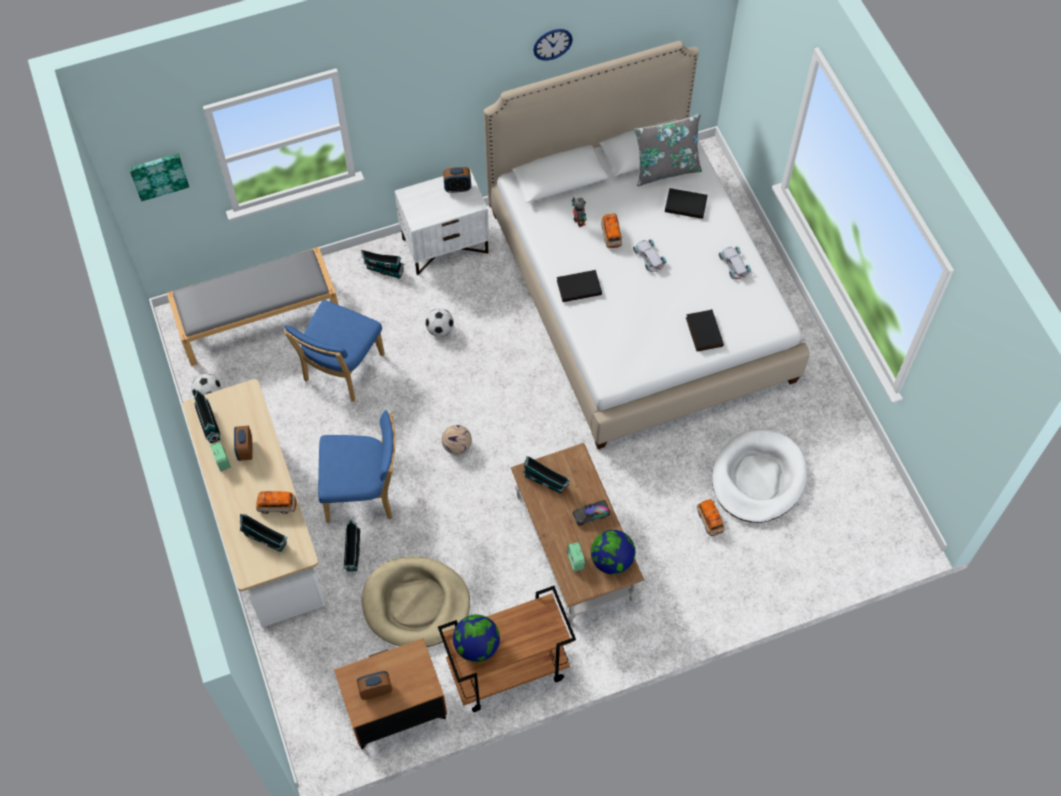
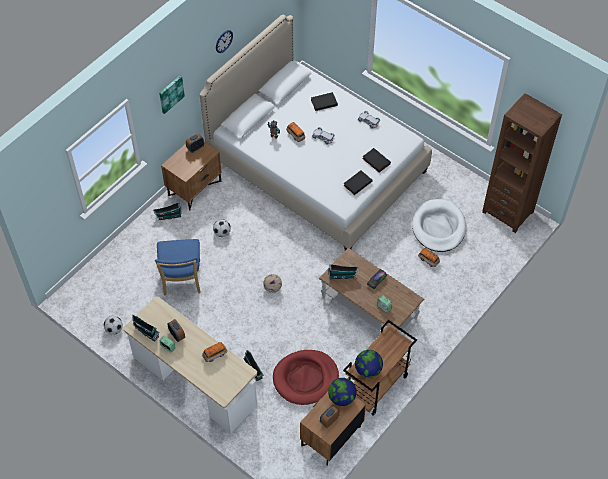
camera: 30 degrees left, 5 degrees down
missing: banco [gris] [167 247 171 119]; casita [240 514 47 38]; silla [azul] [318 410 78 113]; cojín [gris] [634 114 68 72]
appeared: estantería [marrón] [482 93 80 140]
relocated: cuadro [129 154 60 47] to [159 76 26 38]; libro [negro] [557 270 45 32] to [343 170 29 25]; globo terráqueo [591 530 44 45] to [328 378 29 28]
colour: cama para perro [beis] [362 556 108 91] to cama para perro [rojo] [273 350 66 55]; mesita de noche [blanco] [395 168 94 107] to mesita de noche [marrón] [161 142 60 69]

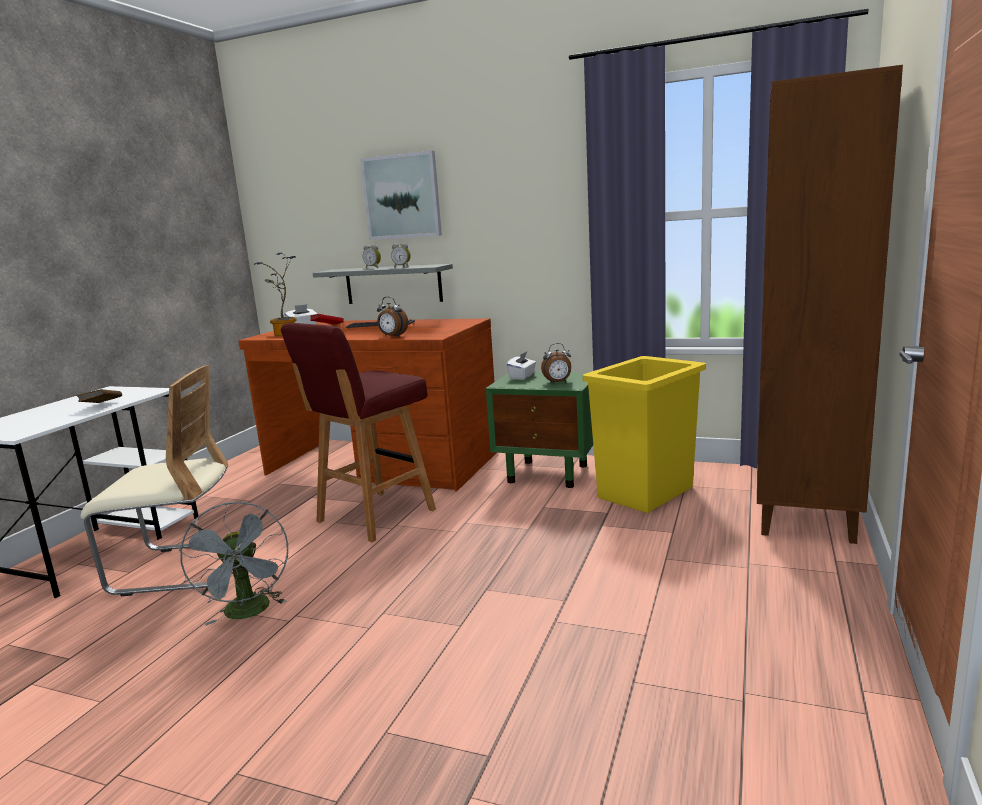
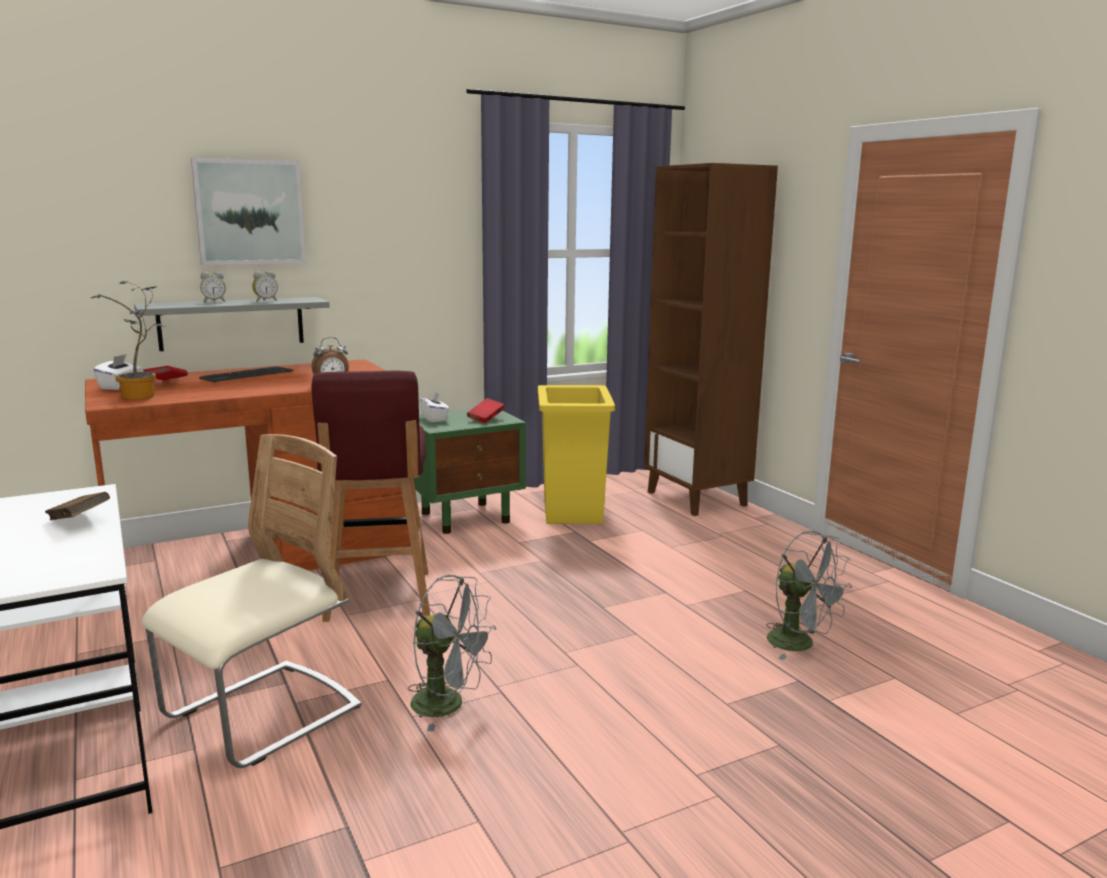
camera: 50 degrees left, 0 degrees up
appeared: ventilador [gris] [766 531 86 129]
exchanged: despertador [541 343 30 41] to libro [rojo] [467 398 37 25]

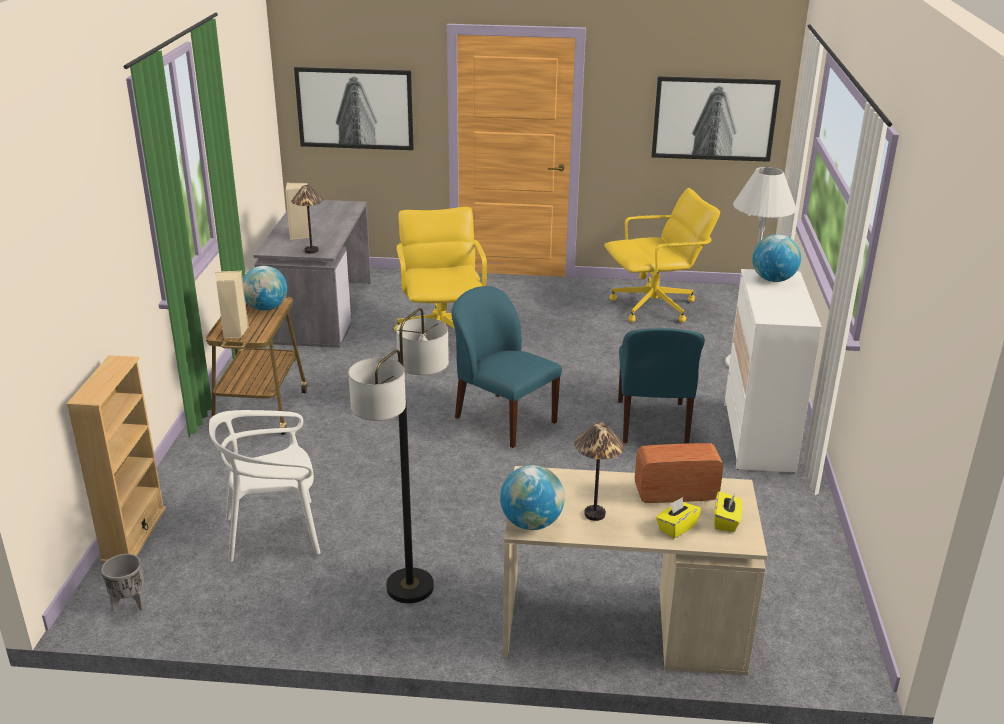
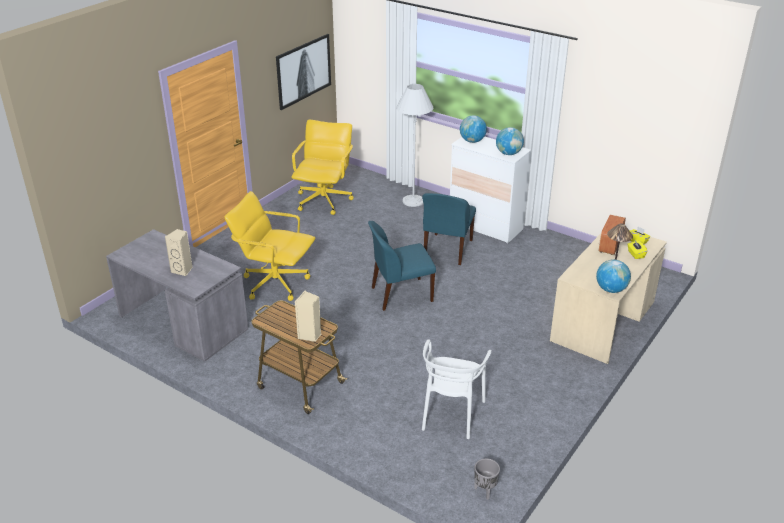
camera: 60 degrees left, 5 degrees up
missing: estantería [beis] [66 355 100 208]; lámpara de mesa [291 185 32 69]; cuadro [294 67 120 83]; lámpara de pie [348 308 101 295]
relocated: globo terráqueo [243 266 44 45] to [496 127 28 28]
spun: silla [azul] [618 328 87 116] = [422 193 54 72] 75 degrees clockwise

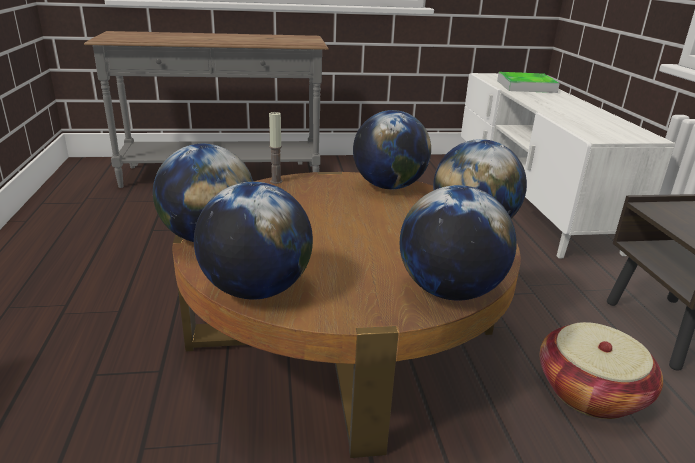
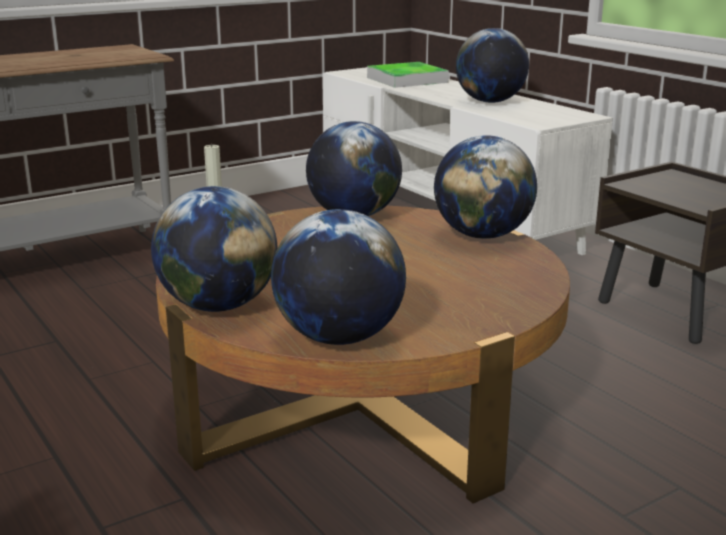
camera: 25 degrees left, 5 degrees down
missing: cesta [539 322 124 97]
relocated: globo terráqueo [400 185 117 116] to [456 28 73 75]

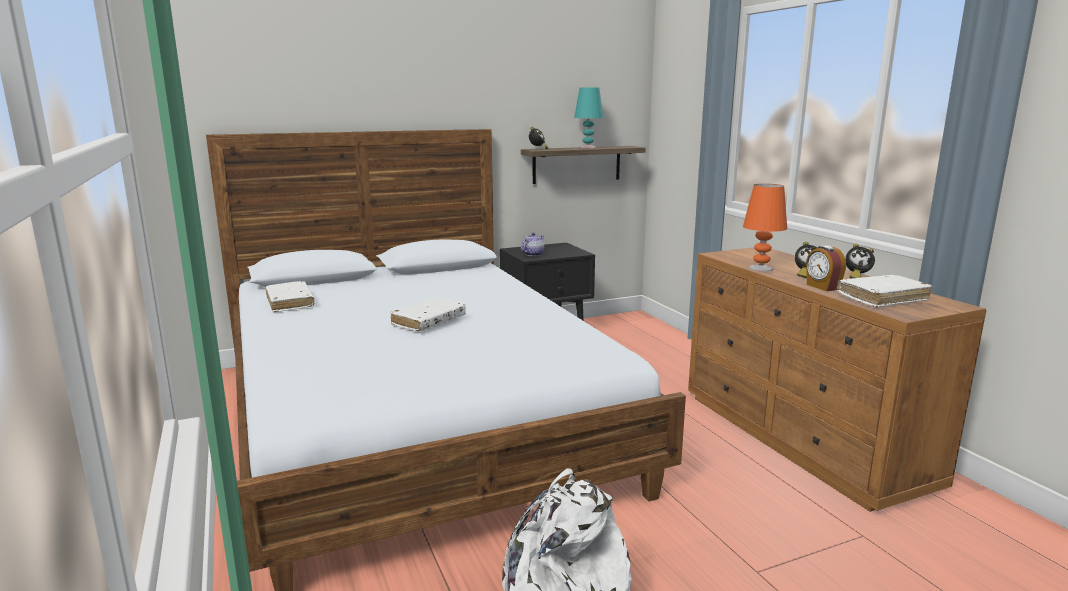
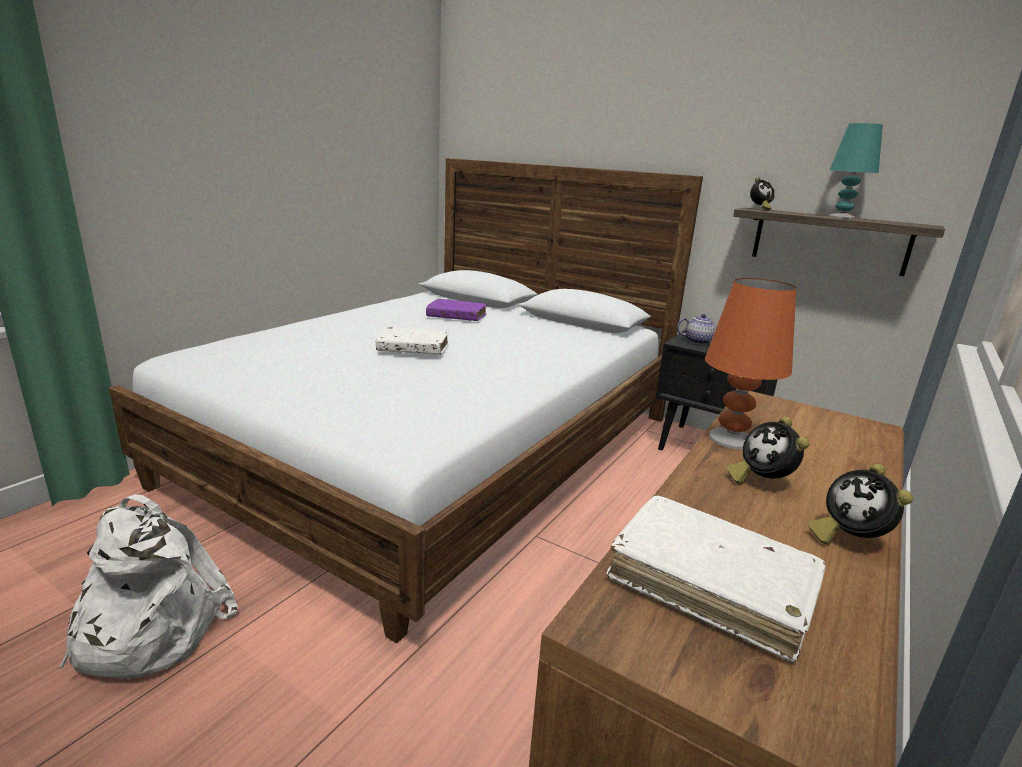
camera: 55 degrees right, 5 degrees up
missing: libro [blanco] [266 281 49 31]; despertador [806 246 40 45]
appeared: libro [morado] [426 299 61 22]

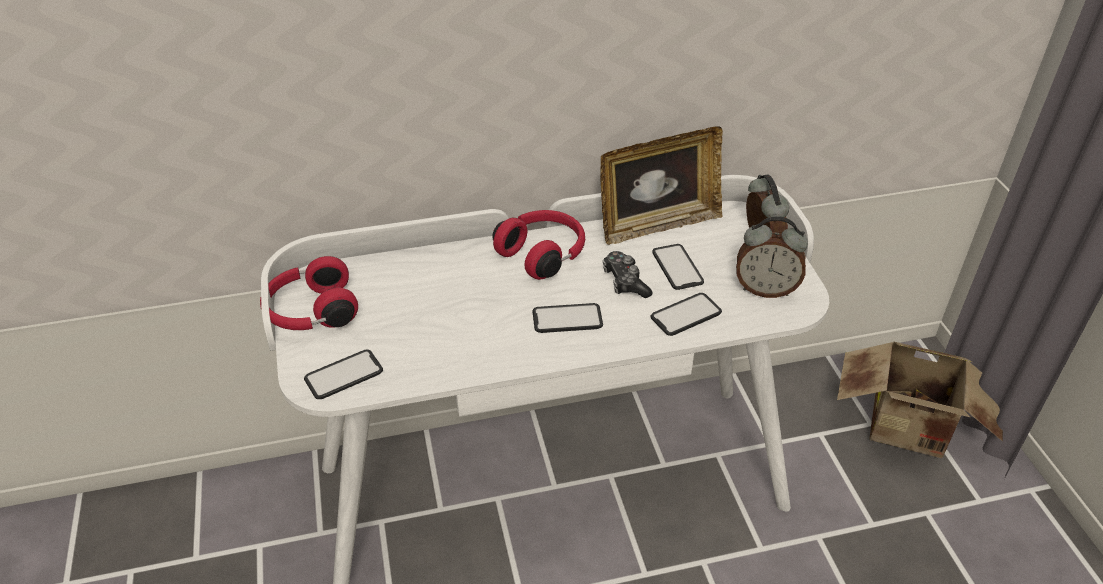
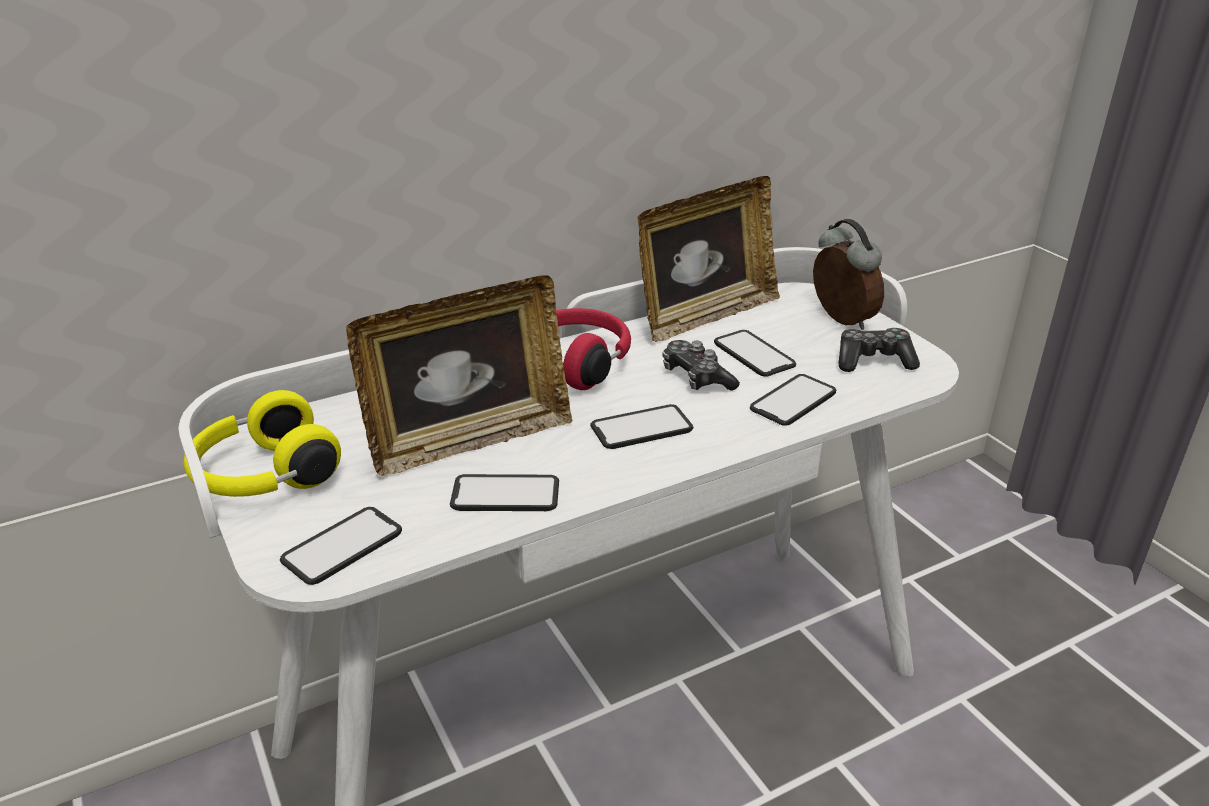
camera: 15 degrees left, 10 degrees down
missing: caja de cartón [837 342 166 116]
appeared: portarretratos [346 275 226 201]; móvil [450 474 109 37]
exchanged: despertador [736 216 72 82] to mando de consola [839 328 81 44]
colour: auriculares [rojo] [260 256 98 74] to auriculares [amarillo] [184 390 157 107]

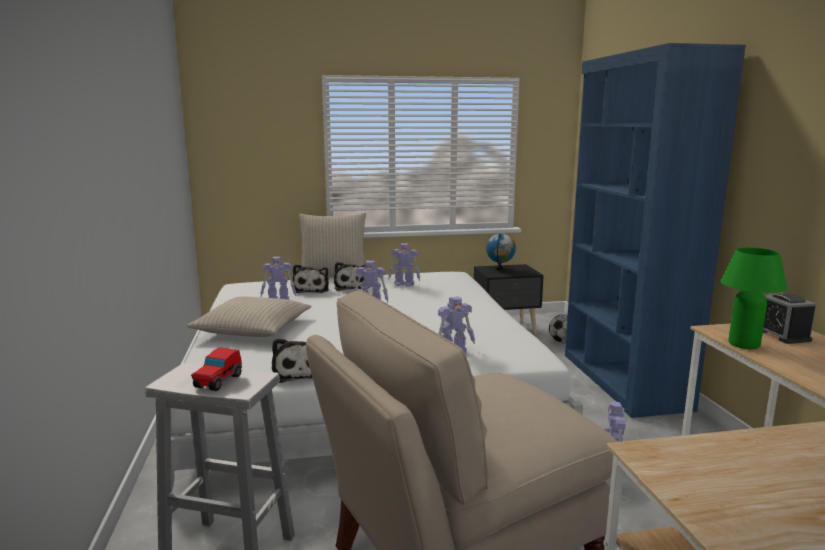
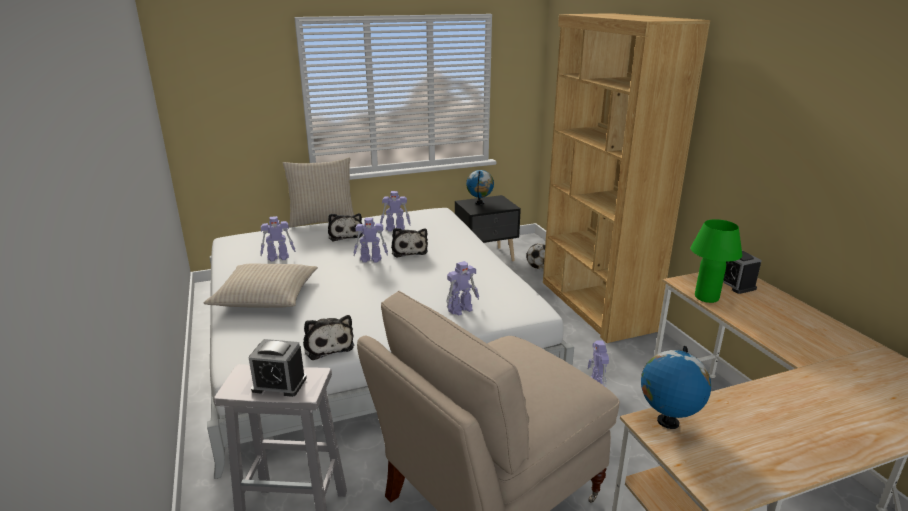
camera: 10 degrees left, 10 degrees up
appeared: globo terráqueo [641 346 70 83]
relocated: peluche [293 264 36 29] to [391 228 37 30]
exchanged: coche de juguete [191 348 51 43] to despertador [249 339 58 58]
colour: estantería [azul] [565 43 181 375] to estantería [marrón] [543 13 167 330]

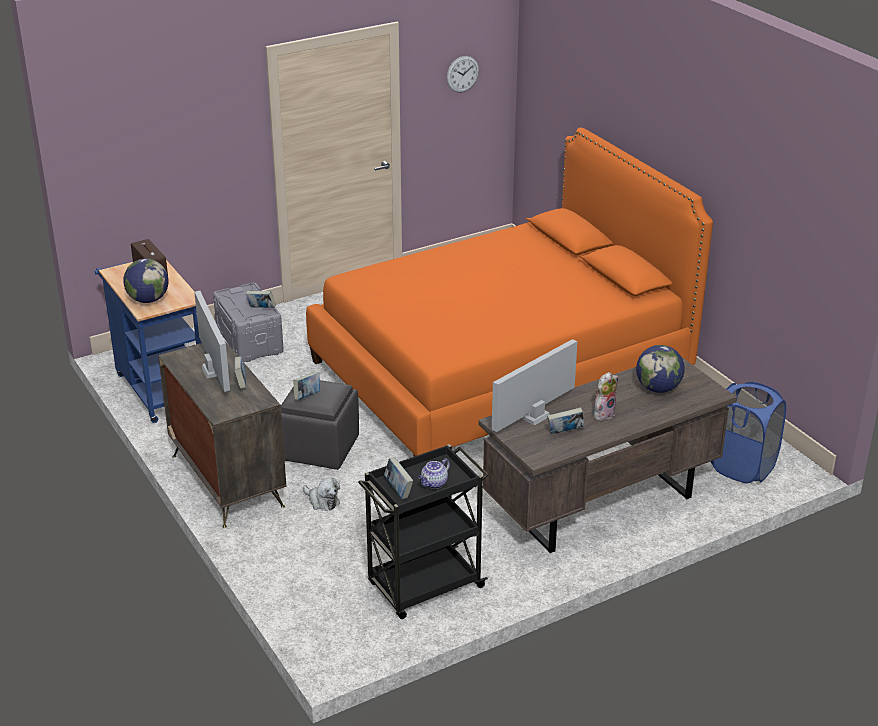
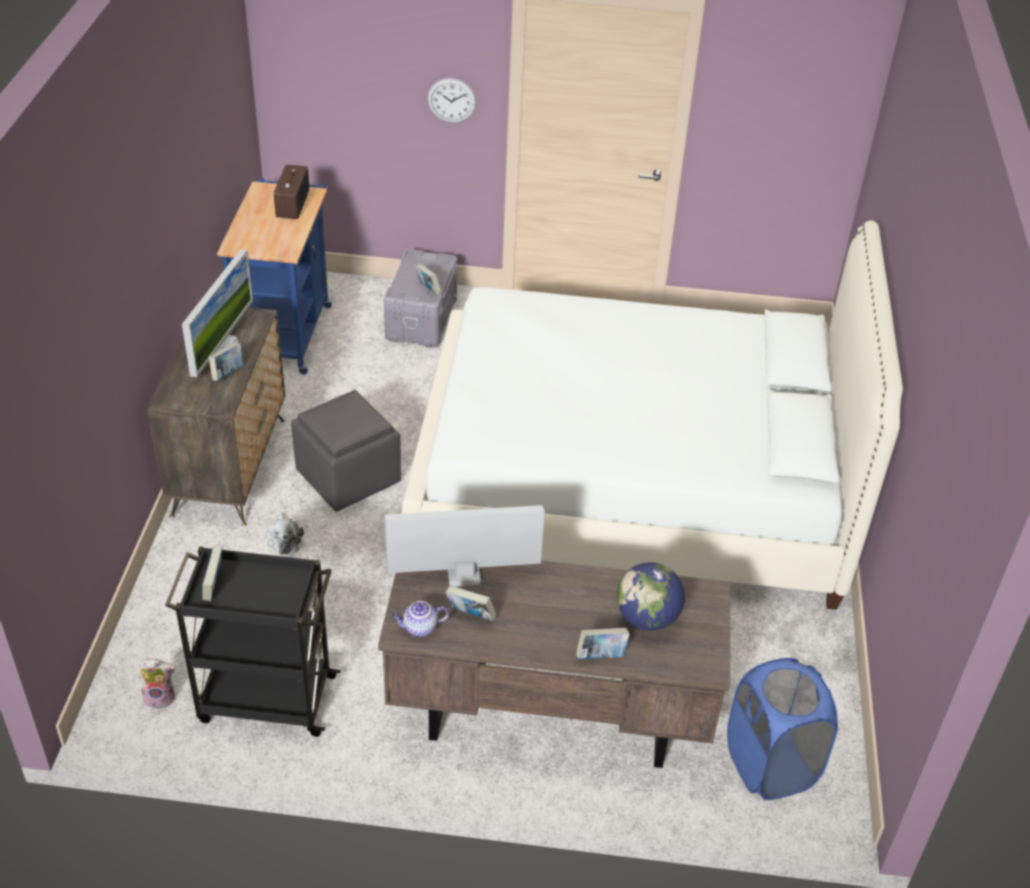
camera: 35 degrees right, 10 degrees up
missing: globo terráqueo [123 259 46 44]
relocated: libro [293 372 27 28] to [576 628 54 31]; tetera [419 458 31 31] to [392 601 57 36]; reloj de pared [447 56 32 37] to [427 78 49 45]; peluche [593 372 25 48] to [139 658 36 51]
colour: cama [naranja] [306 127 407 329] to cama [blanco] [402 221 501 389]

